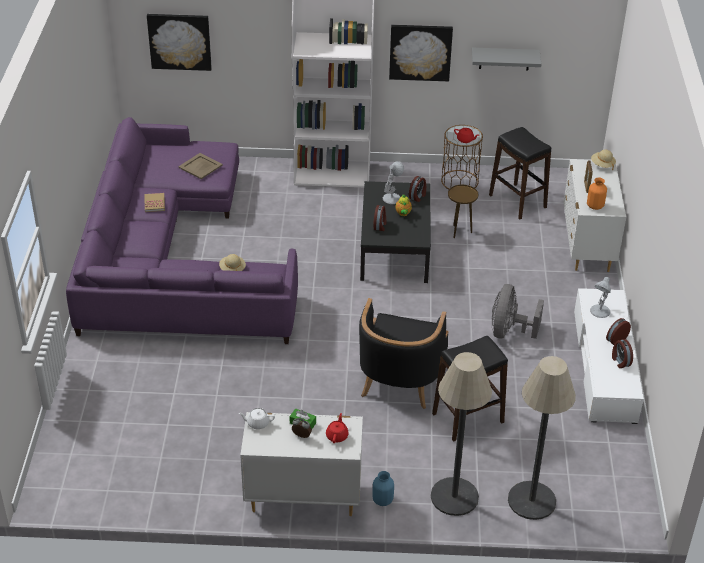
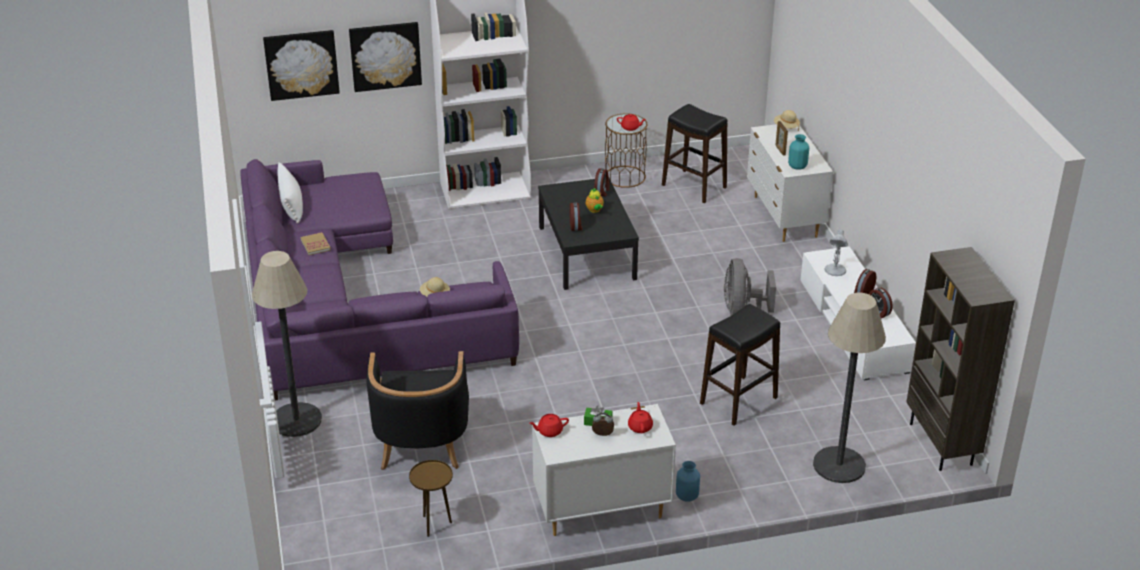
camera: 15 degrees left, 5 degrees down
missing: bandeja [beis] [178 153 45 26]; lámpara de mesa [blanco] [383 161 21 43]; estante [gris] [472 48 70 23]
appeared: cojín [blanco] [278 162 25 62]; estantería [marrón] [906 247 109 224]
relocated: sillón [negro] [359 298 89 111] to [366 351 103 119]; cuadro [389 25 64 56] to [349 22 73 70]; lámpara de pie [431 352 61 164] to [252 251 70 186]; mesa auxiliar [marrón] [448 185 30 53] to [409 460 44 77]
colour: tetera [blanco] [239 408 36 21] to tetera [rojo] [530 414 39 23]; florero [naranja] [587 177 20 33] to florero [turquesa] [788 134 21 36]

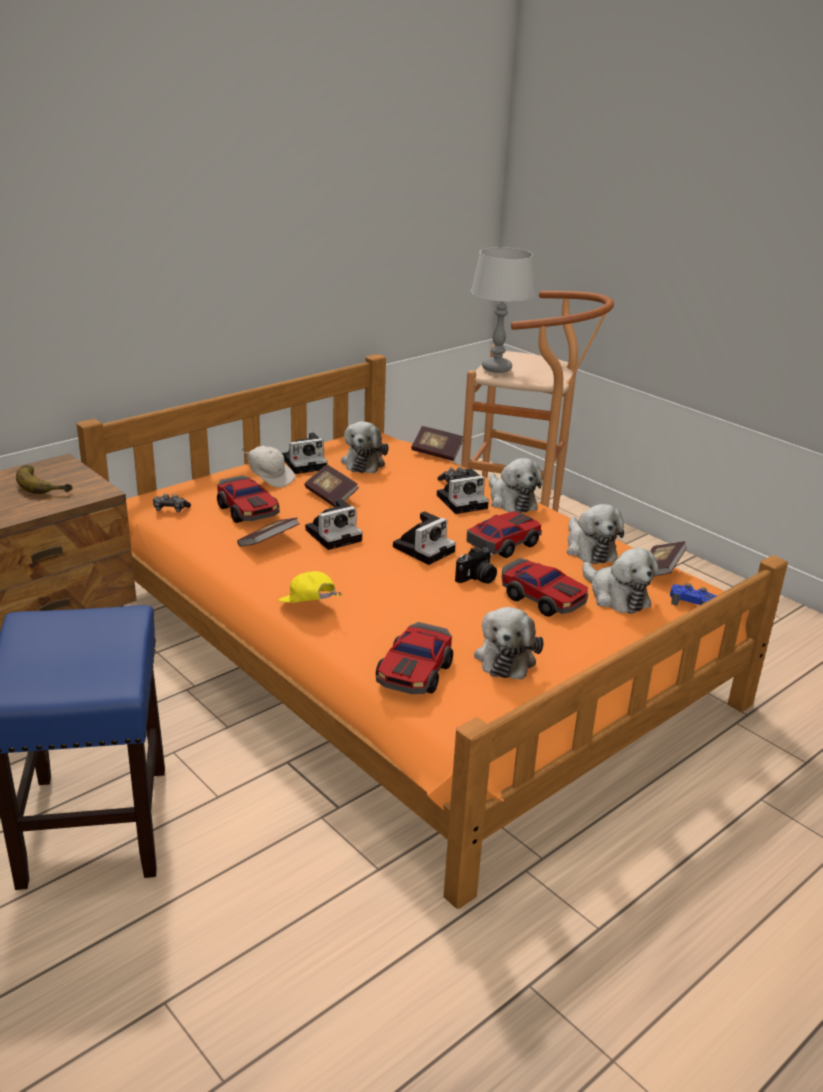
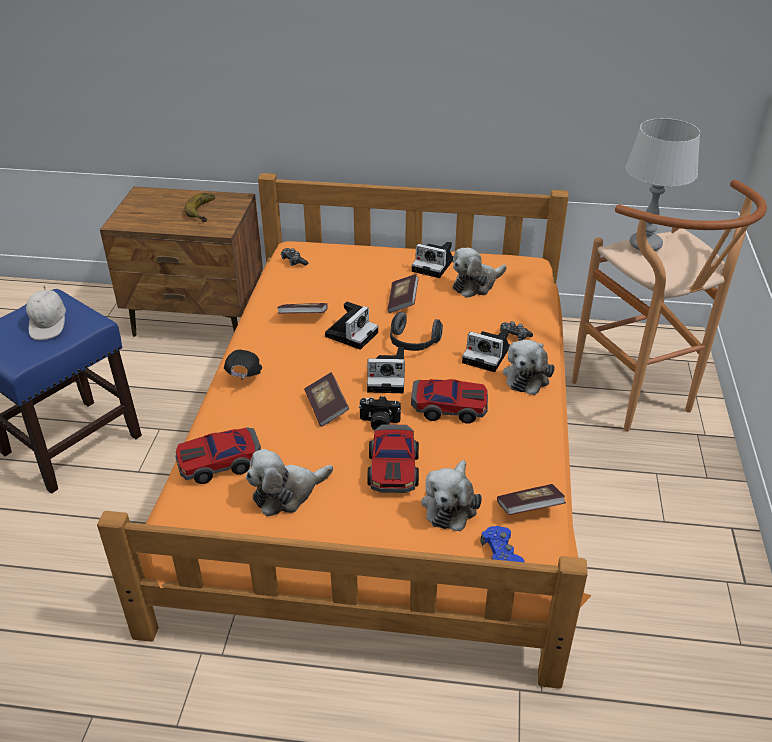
camera: 50 degrees right, 10 degrees up
missing: coche de juguete [217 475 63 48]; peluche [567 504 57 60]
appeared: auriculares [390 312 53 39]
relocated: gorra [blanco] [242 446 53 42] to [26 286 40 54]; libro [411 426 52 35] to [304 372 45 55]
colour: gorra [amarillo] [278 571 64 32] to gorra [negro] [224 350 38 30]
spun: cámara [305 498 57 52] = [325 302 53 48] 75 degrees counterclockwise

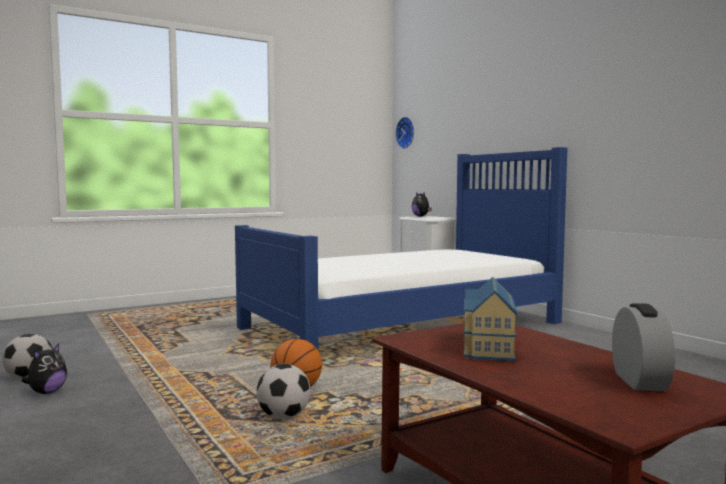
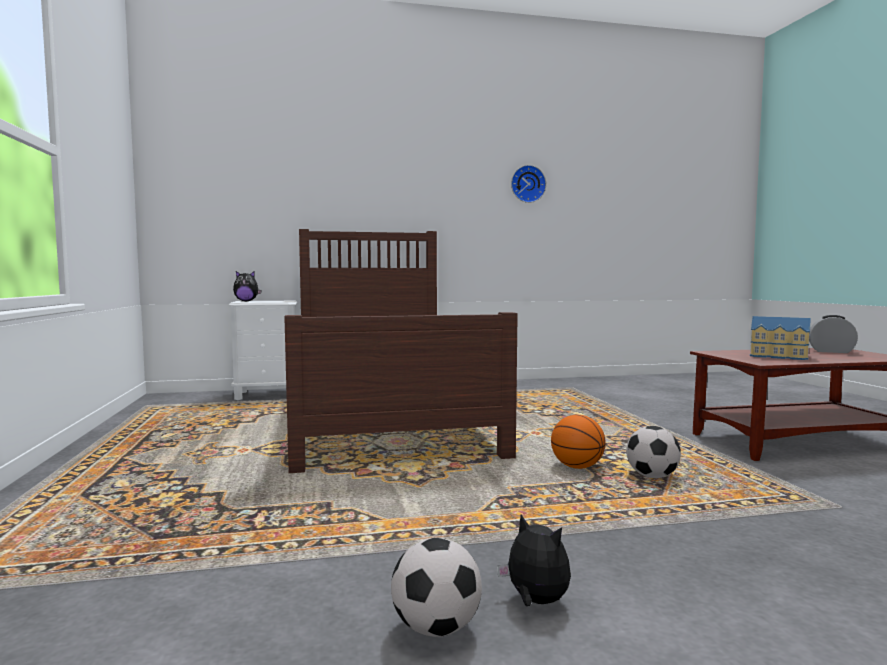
camera: 70 degrees left, 0 degrees up
relocated: reloj de pared [395 117 19 32] to [511 165 35 38]
colour: cama [azul] [235 147 332 204] to cama [marrón] [284 229 234 244]

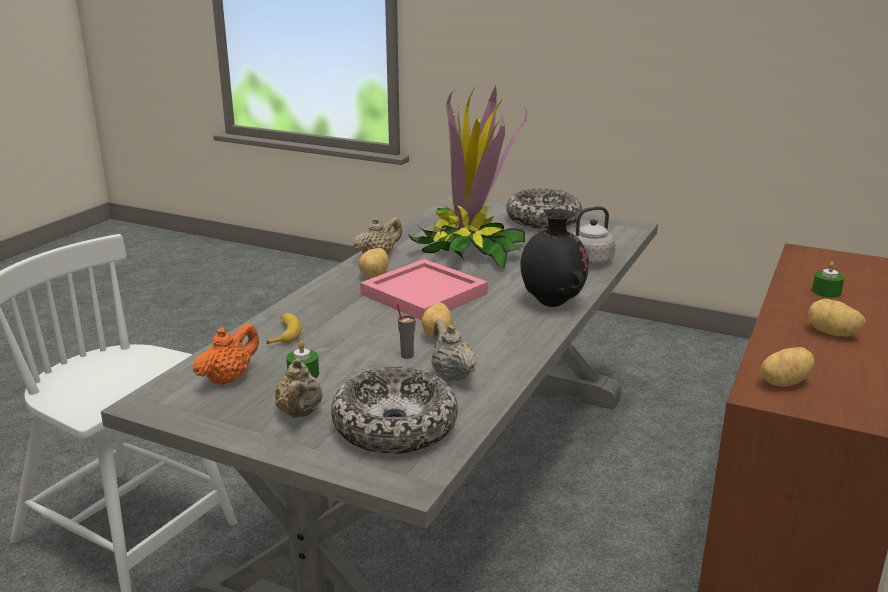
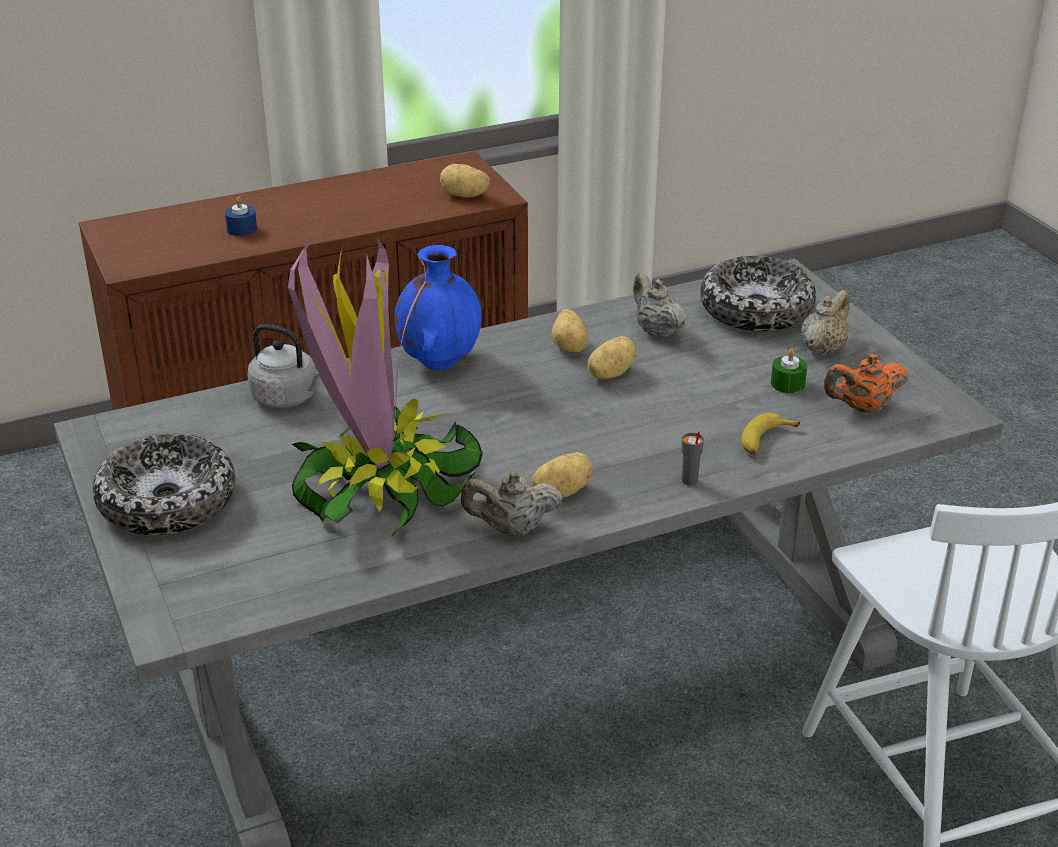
camera: 140 degrees left, 10 degrees up
missing: bandeja [rosa] [360 259 128 61]
relocated: taza [gris] [397 304 19 55] to [682 432 22 54]; patata [808 299 58 37] to [551 309 37 44]
colour: florero [negro] [521 209 68 98] to florero [azul] [395 245 87 125]; vela [verde] [812 262 33 36] to vela [azul] [225 196 32 40]
spun: tetera [beis] [431 319 46 62] = [633 272 54 65] 135 degrees clockwise

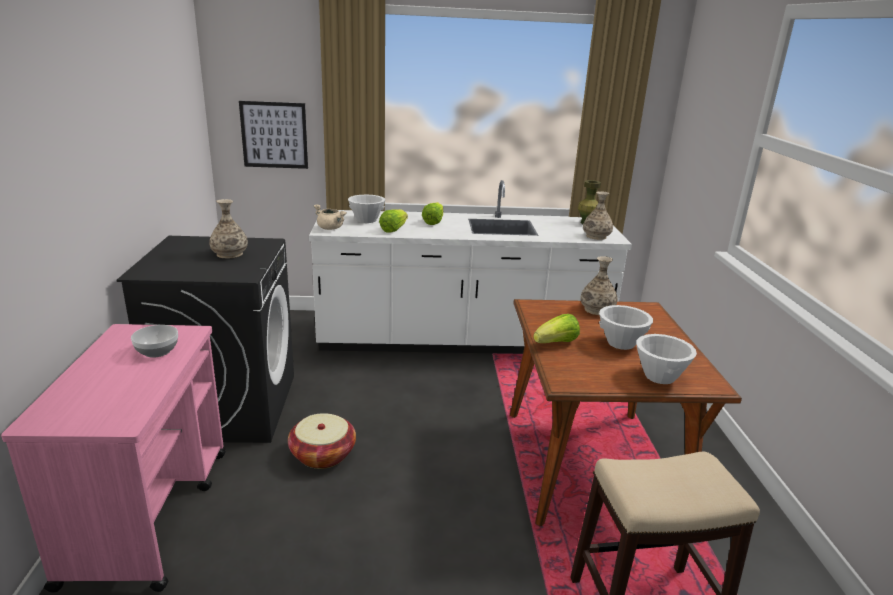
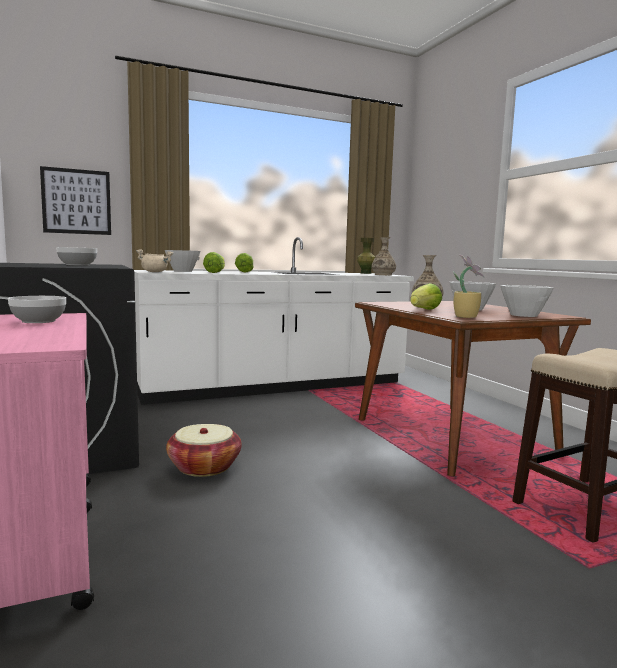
camera: 20 degrees left, 15 degrees down
appeared: planta en maceta [453 255 32 63]
exchanged: florero [209 199 39 59] to cuenco [56 247 41 18]

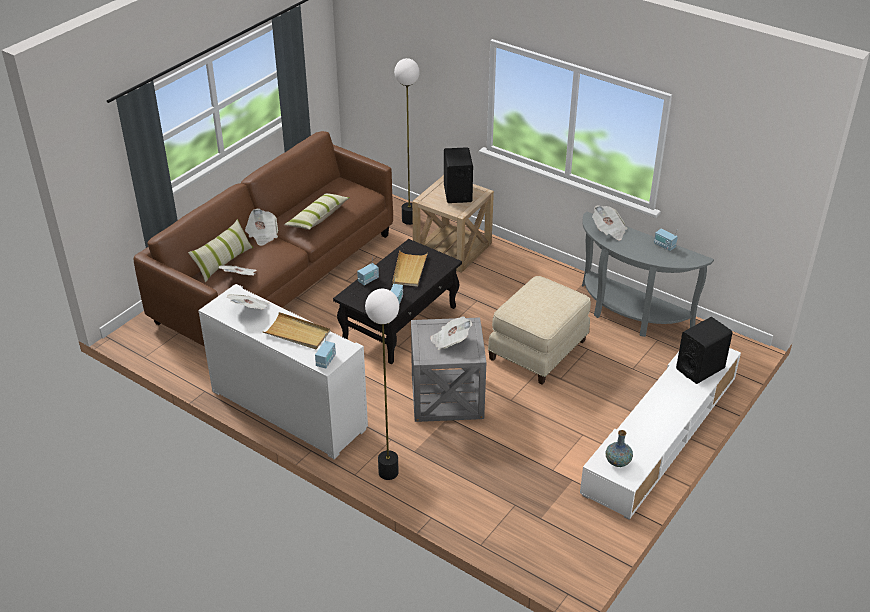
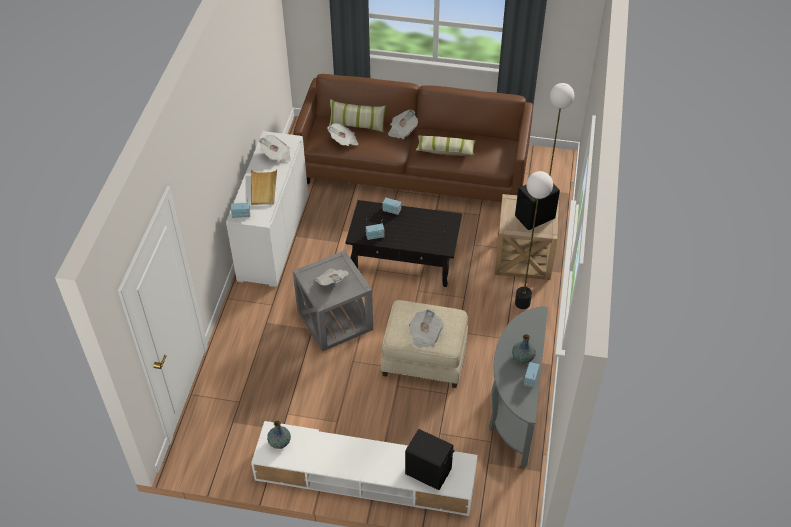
camera: 65 degrees right, 10 degrees up
missing: bandeja [beis] [392 250 36 37]
appeared: florero [512 334 24 29]
relocated: lámpara de pie [365 289 34 191] to [515 171 38 138]; periódico [592 205 35 36] to [409 309 35 39]

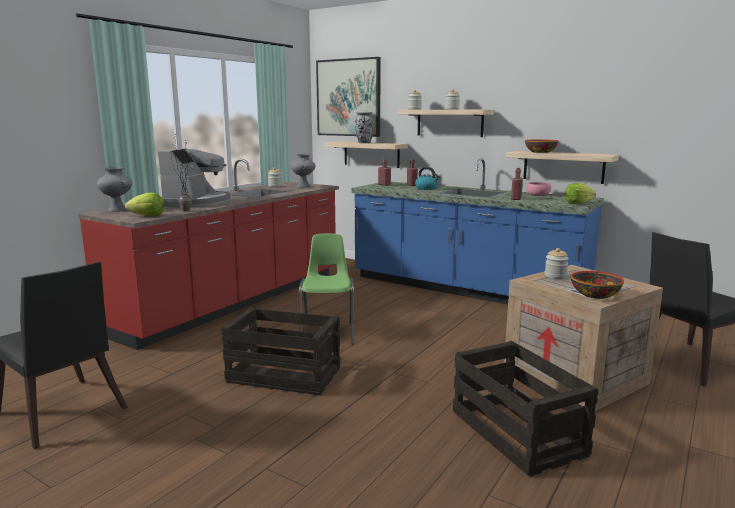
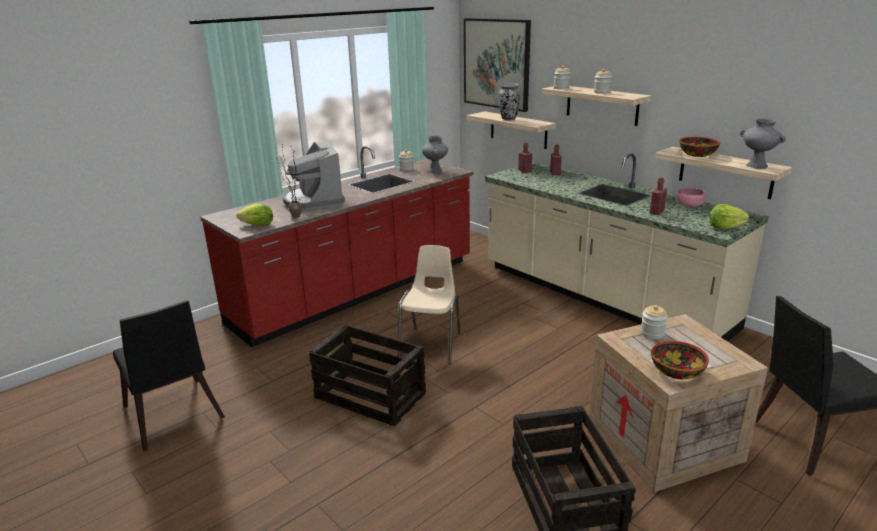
camera: 15 degrees right, 10 degrees up
missing: hervidor [415 167 25 23]
relocated: florero [gris] [97 167 35 45] to [740 119 46 49]
colour: silla [verde] [299 233 55 112] to silla [beis] [398 245 63 119]; mueble bajo de cocina [azul] [351 158 253 146] to mueble bajo de cocina [beis] [485 153 284 188]
spun: cafetera [158 148 72 59] = [283 142 62 69] 135 degrees clockwise

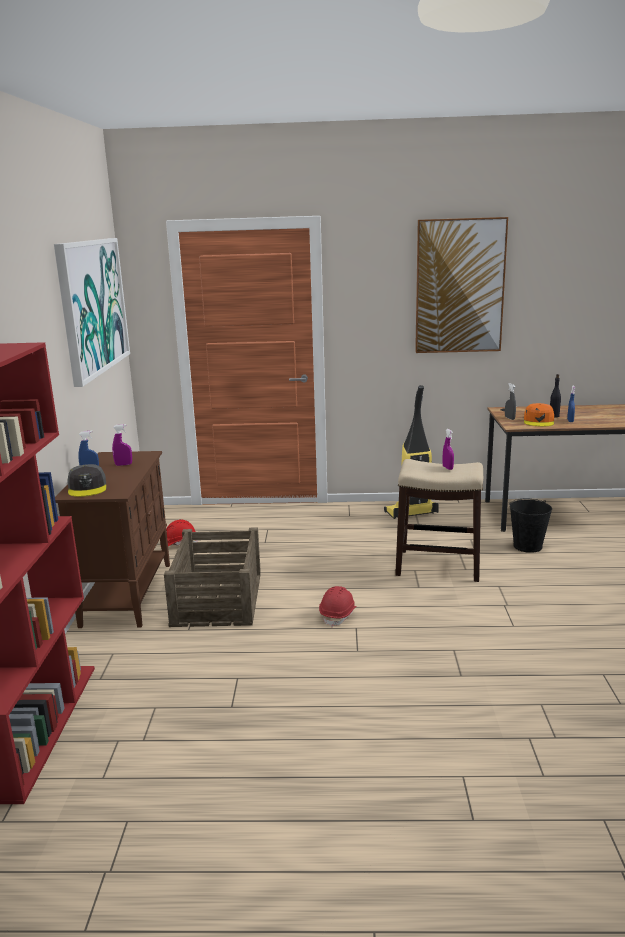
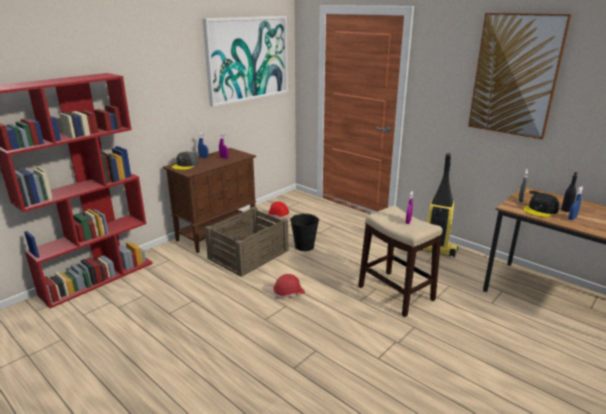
camera: 40 degrees right, 5 degrees up
relocated: cubo [negro] [509 499 43 54] to [290 213 29 38]
colour: gorra [naranja] [524 403 30 23] to gorra [negro] [523 193 36 24]

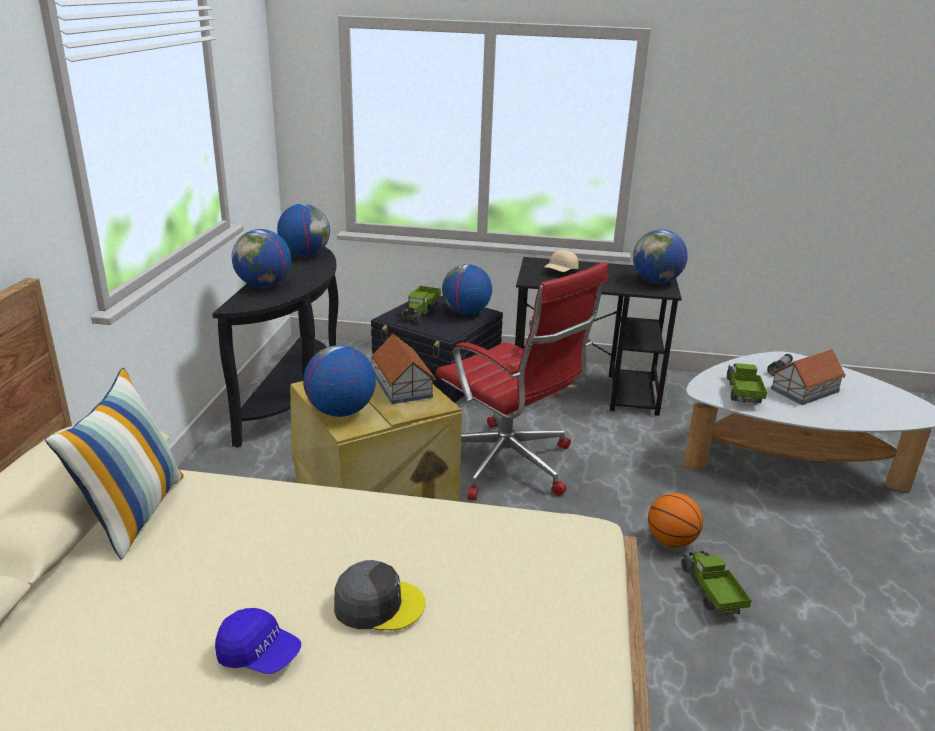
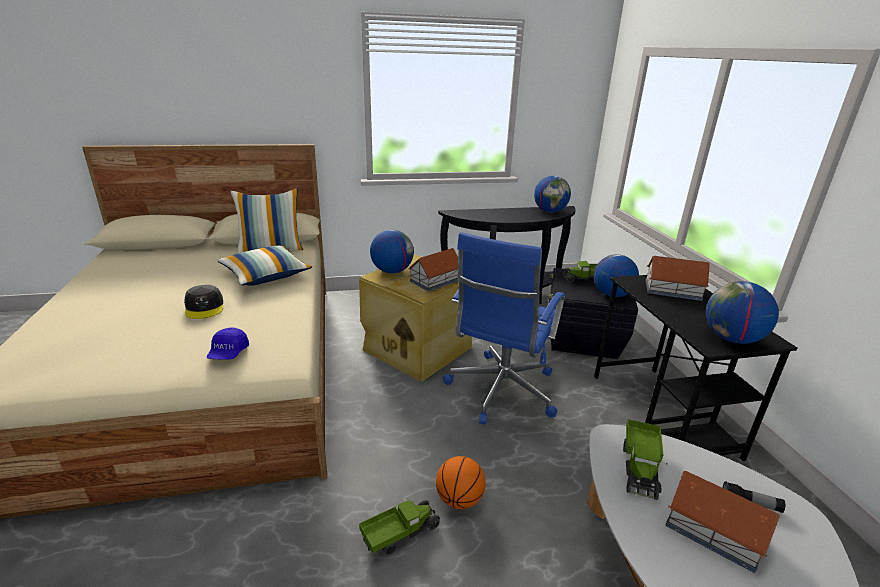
camera: 70 degrees right, 0 degrees up
missing: globo terráqueo [232 229 59 58]
appeared: cojín [217 246 95 40]
relocated: gorra [azul] [215 608 86 66] to [207 327 42 33]
exchanged: gorra [beis] [545 250 34 22] to casita [645 256 65 45]
colour: silla de oficina [rojo] [435 262 173 239] to silla de oficina [azul] [443 232 122 192]
spun: camión de juguete [727 363 40 41] = [623 419 45 81] 120 degrees clockwise

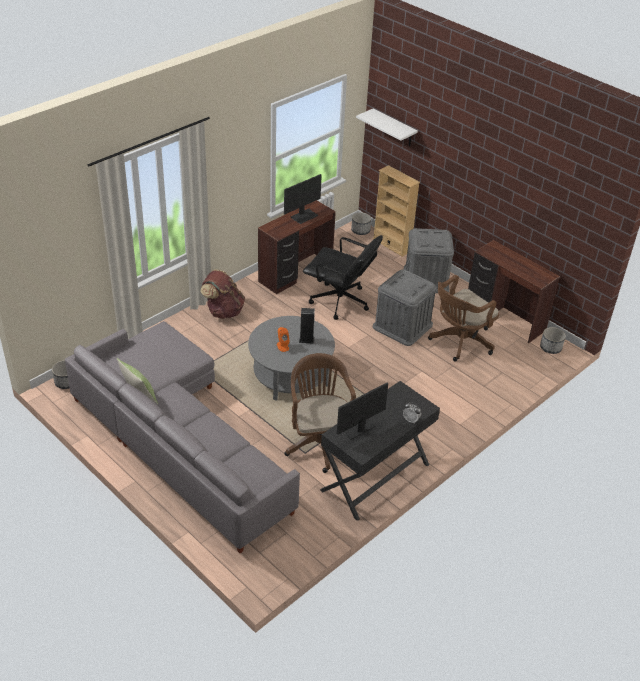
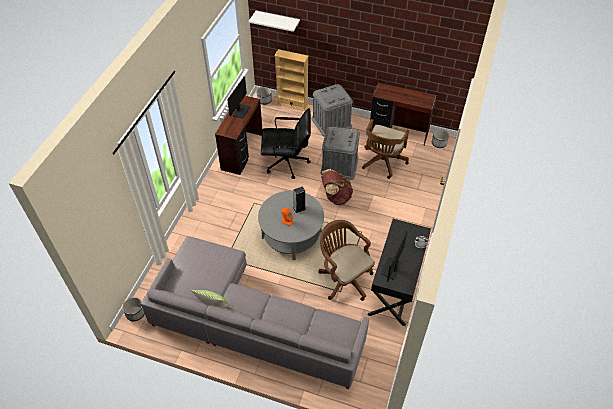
camera: 25 degrees left, 10 degrees up
relocated: mochila [marrón] [200 269 45 50] to [321 169 32 36]

